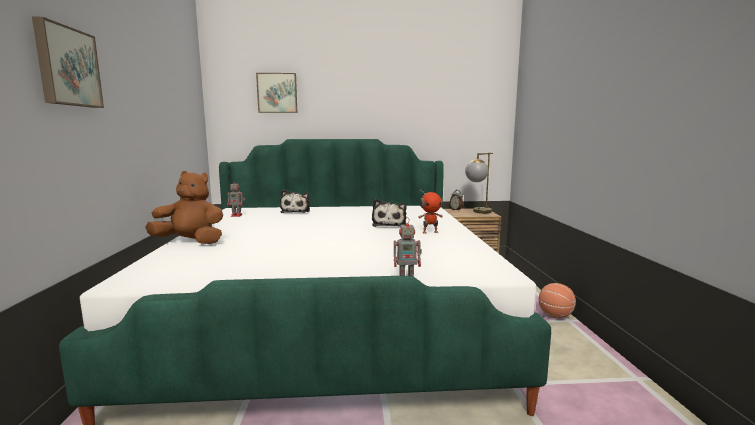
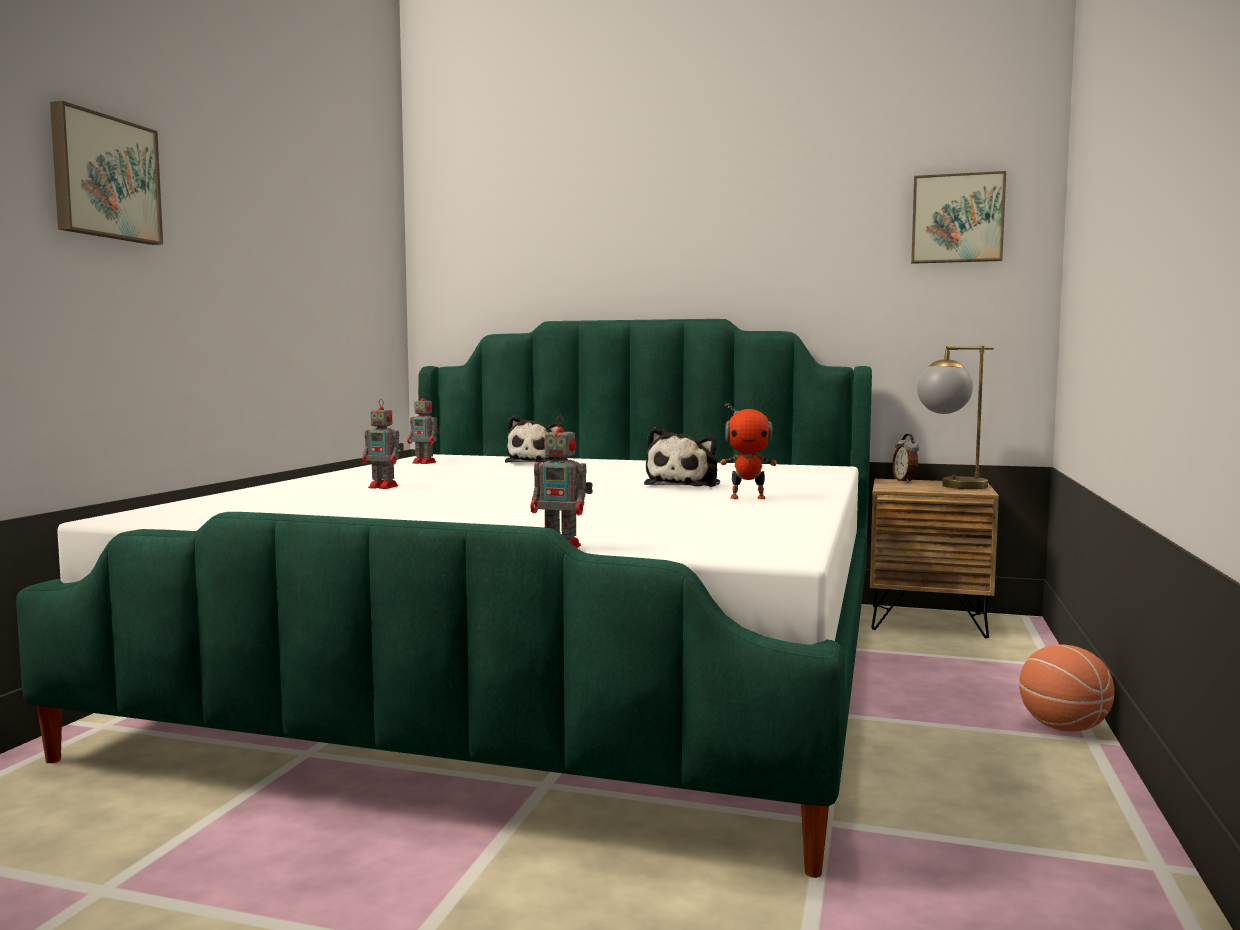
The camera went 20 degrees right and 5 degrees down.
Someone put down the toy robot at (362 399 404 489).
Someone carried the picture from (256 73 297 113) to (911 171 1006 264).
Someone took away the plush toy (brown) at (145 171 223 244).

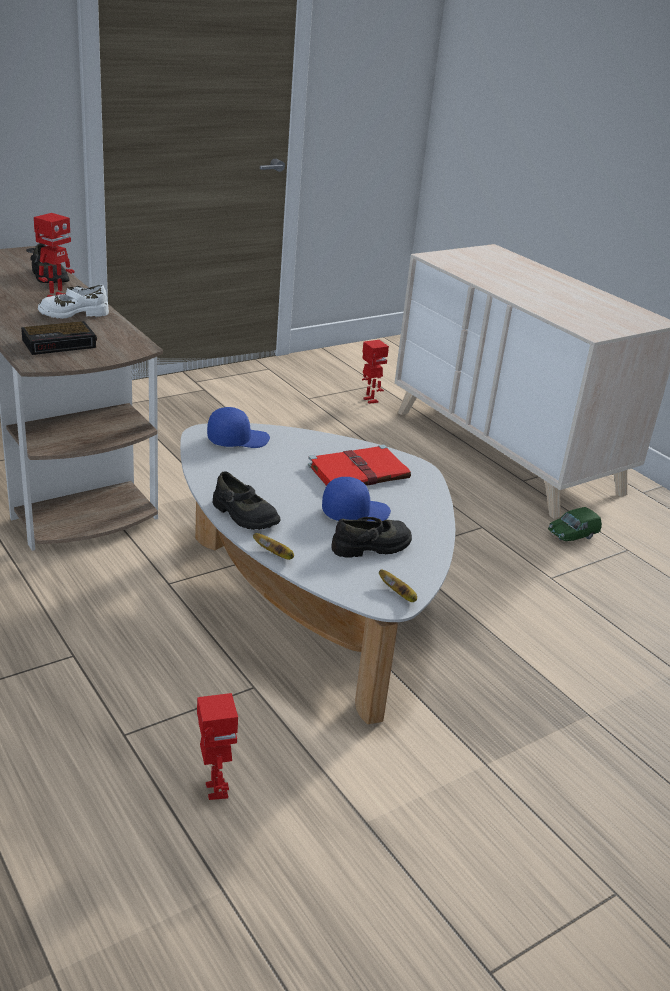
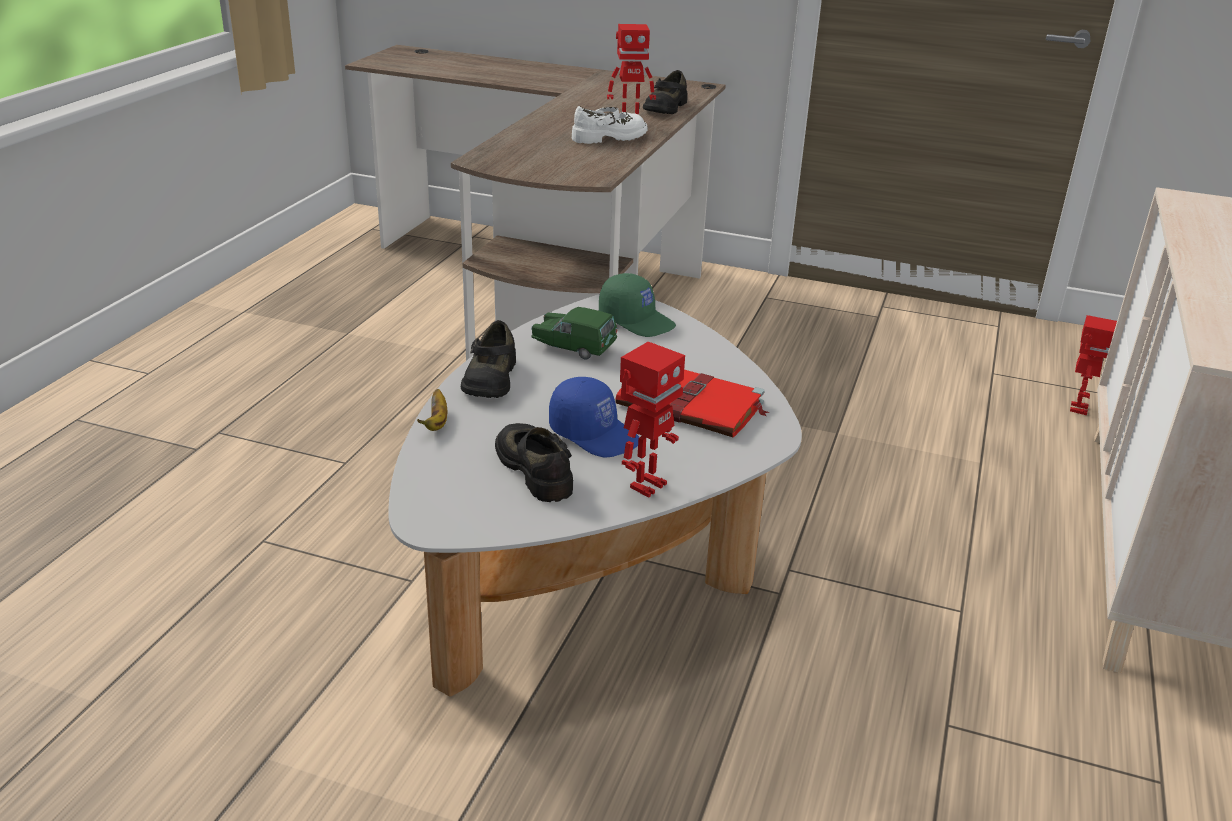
The camera went 55 degrees right and 0 degrees up.
Someone rotated the shoe (black) at (331 517 412 558) by 150 degrees counterclockwise.
Someone carried the toy car (green) from (548 507 602 541) to (531 307 617 360).
Someone rotated the shoe (white) at (38 285 109 319) by 120 degrees clockwise.
Someone repainted the cap (blue) at (207 407 270 448), which became the cap (green) at (599 273 676 337).
Someone carried the toy robot from (197 693 238 800) to (620 342 685 498).
Someone took away the alarm clock at (21 321 97 355).
Someone took away the banana at (379 570 417 602).

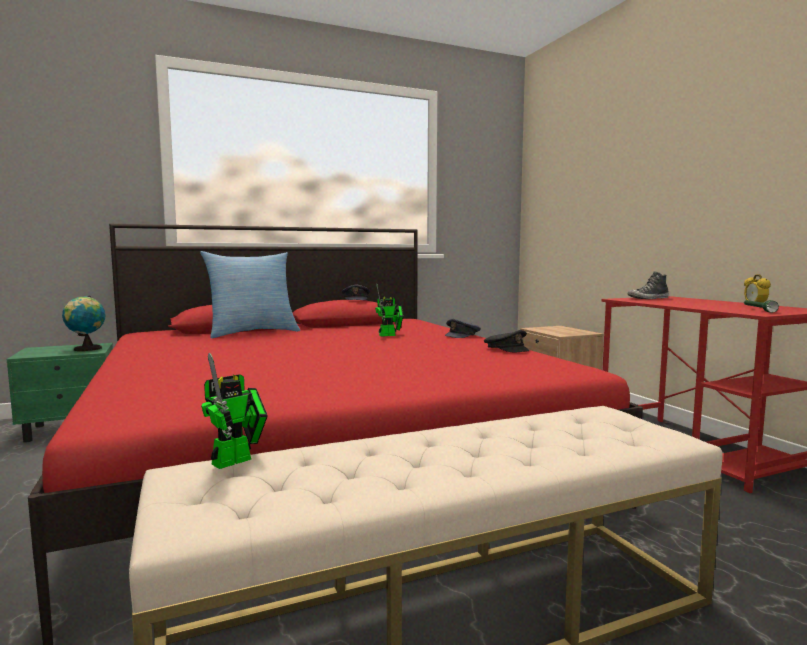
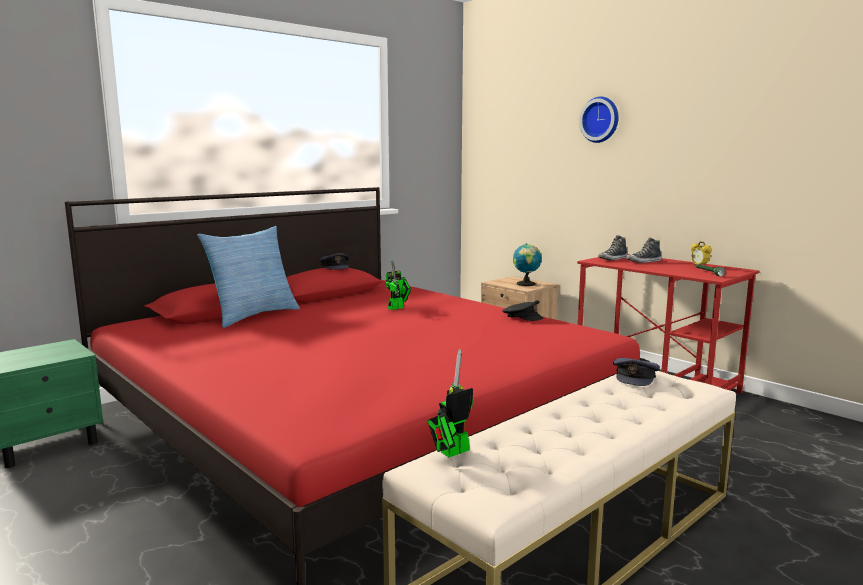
The camera went 20 degrees left and 5 degrees up.
Someone rotated the toy robot at (201 353 268 469) by 150 degrees counterclockwise.
Someone carried the globe from (62 296 106 351) to (513 243 542 286).
Someone put up the wall clock at (579 97 619 143).
Someone carried the cap (grey) from (445 319 481 338) to (613 358 660 386).
Someone put down the shoe at (626 237 662 263).

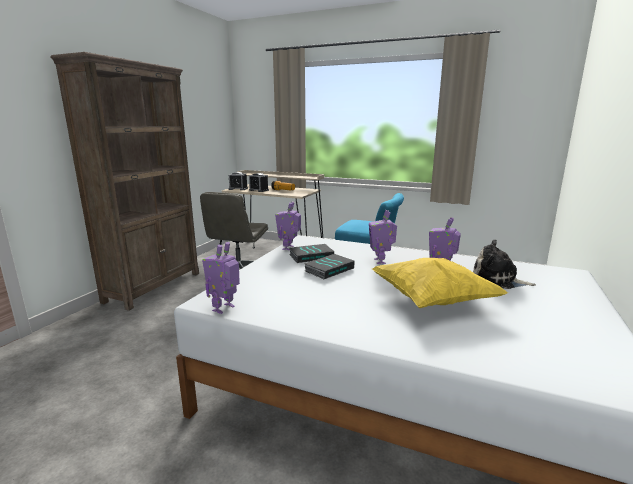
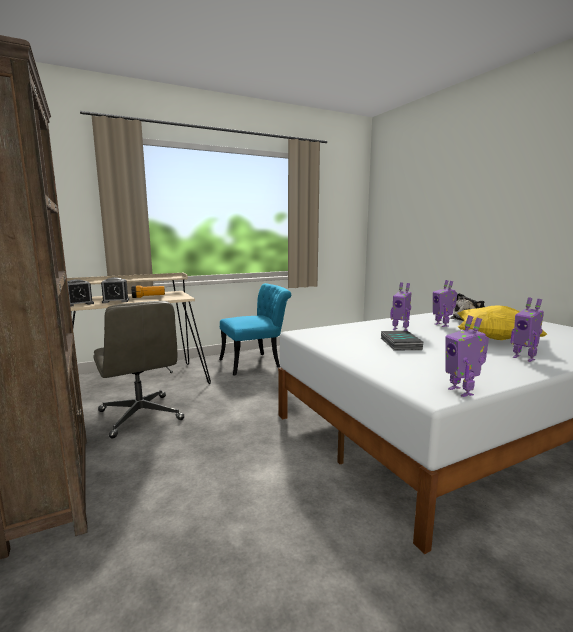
The camera went 50 degrees left and 5 degrees down.
Someone carried the toy robot from (275 202 301 250) to (511 297 544 362).
Someone took away the book at (289 244 334 263).

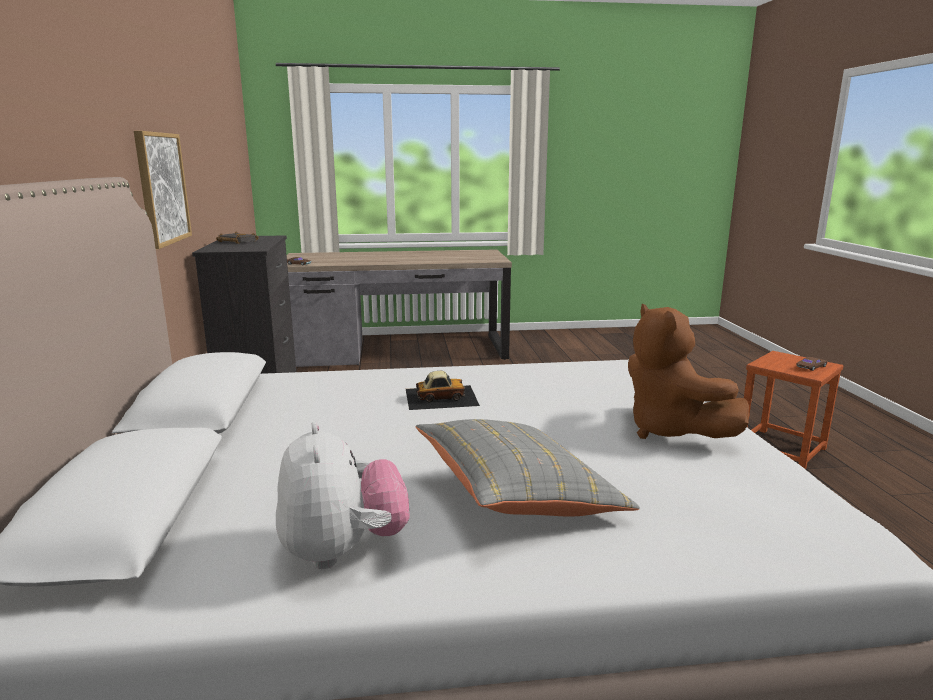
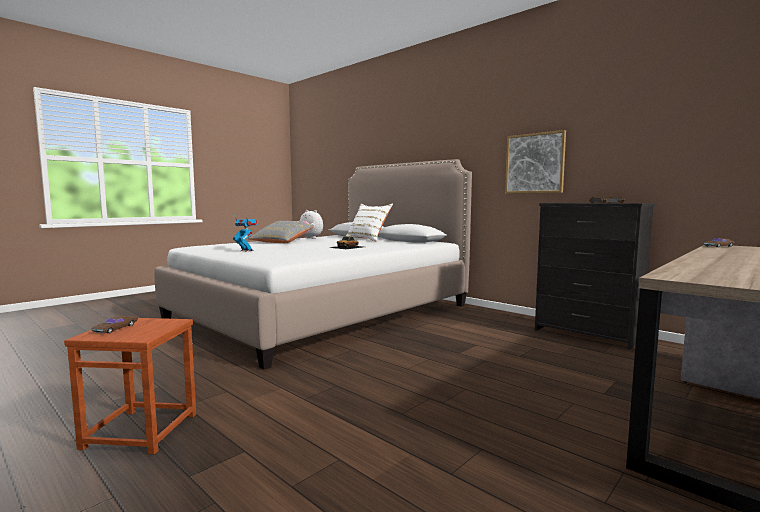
The camera went 140 degrees right and 10 degrees down.
Someone swapped the plush toy (brown) at (628 304 749 439) for the toy robot at (233 213 258 252).
Someone put down the pillow (white) at (346 204 393 241).

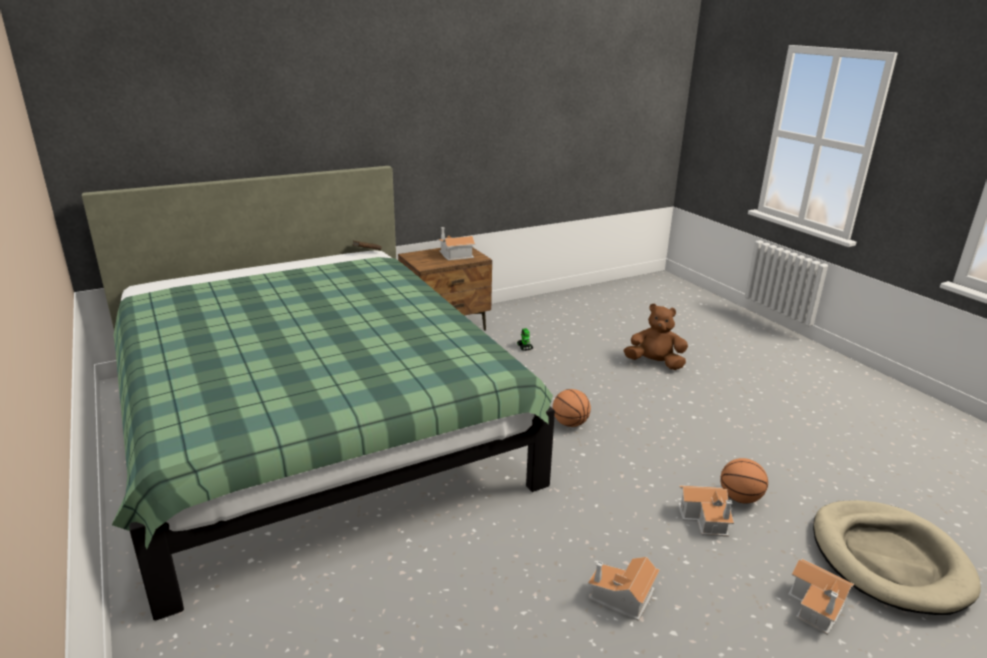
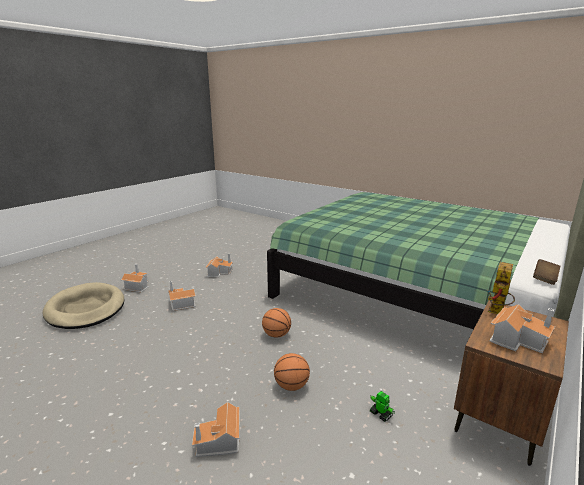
The camera went 155 degrees right and 5 degrees down.
Someone swapped the plush toy (brown) at (624 304 688 370) for the toy house at (192 402 240 457).
Someone carried the basketball from (720 458 768 503) to (274 353 310 391).
Someone put down the toy robot at (488 262 515 314).

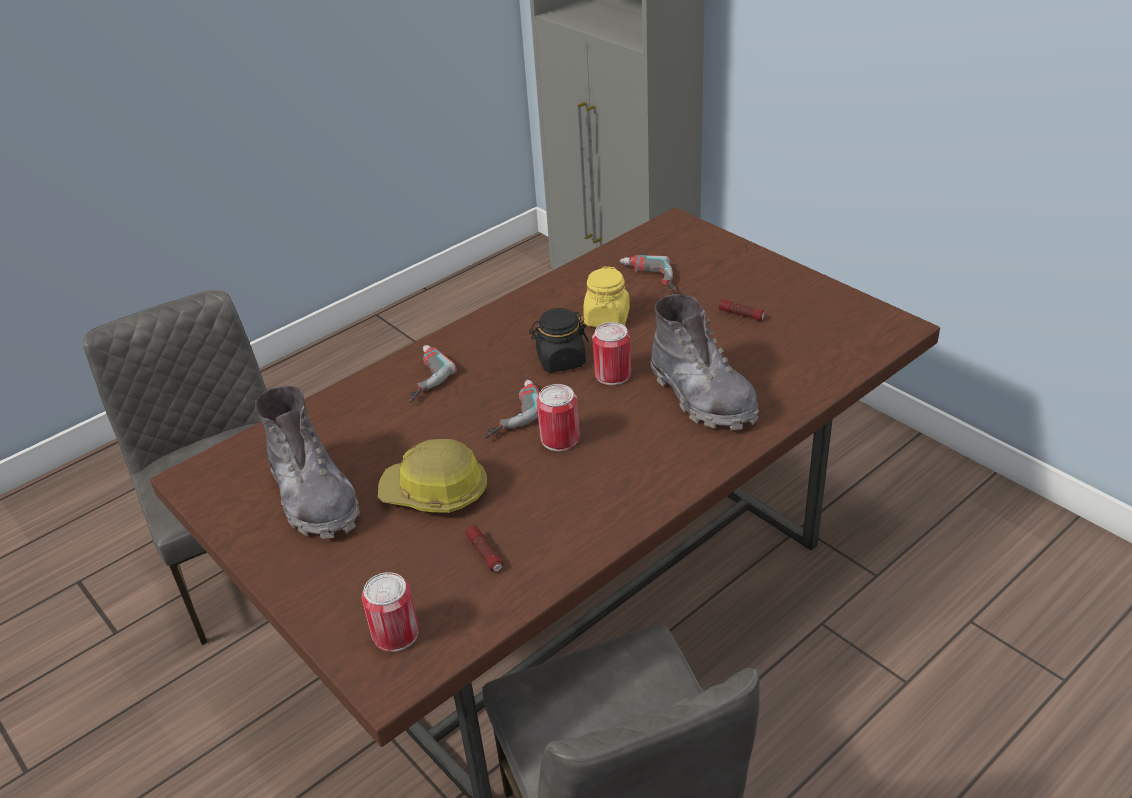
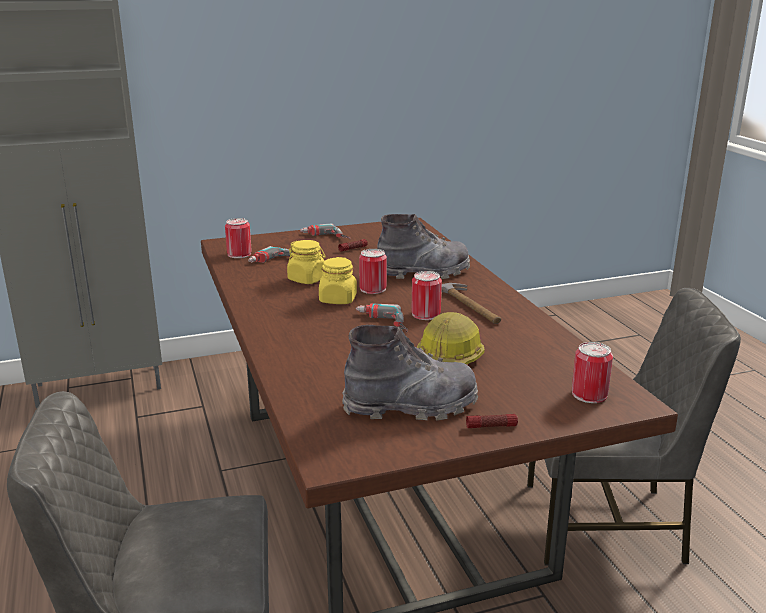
The camera went 70 degrees left and 15 degrees down.
Someone put down the can at (225 218 252 258).
Someone carried the power drill from (409 345 457 403) to (300 224 351 239).
Someone repainted the jar (black) at (529 308 589 372), which became the jar (yellow) at (319 257 357 304).
Someone put down the hammer at (441 283 501 324).
Someone carried the flashlight from (466 526 503 572) to (466 414 518 428).

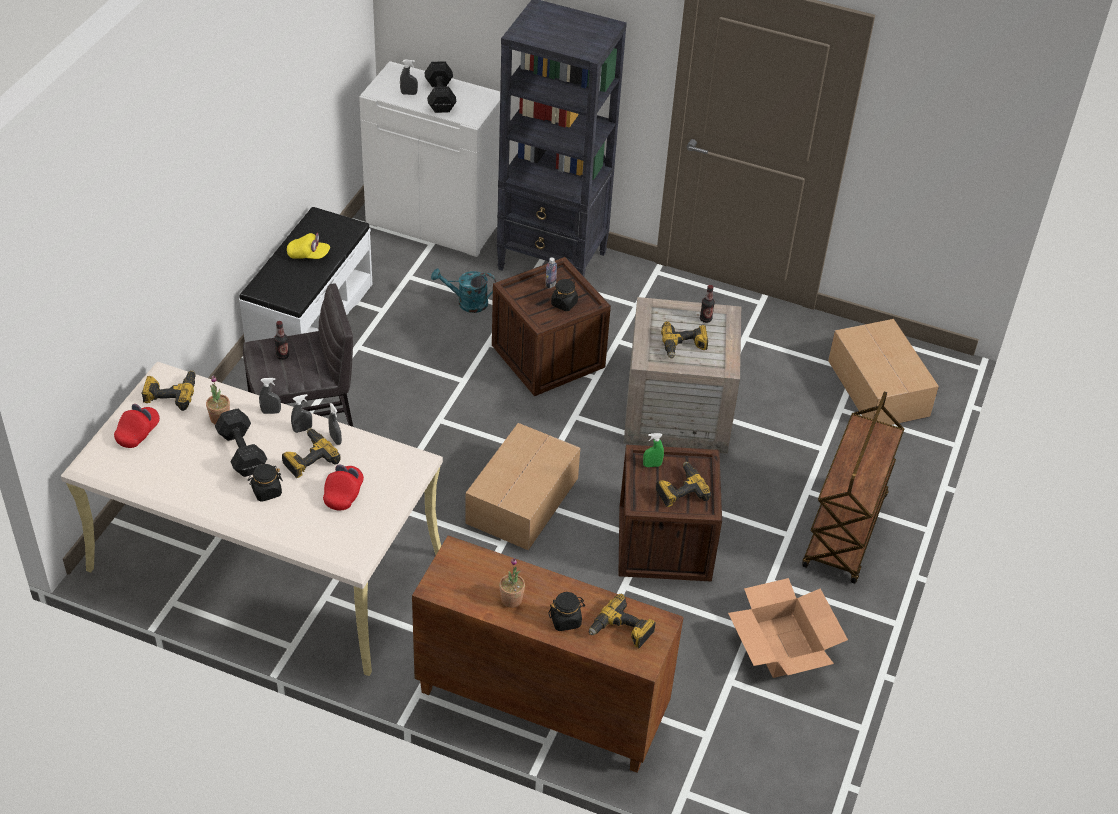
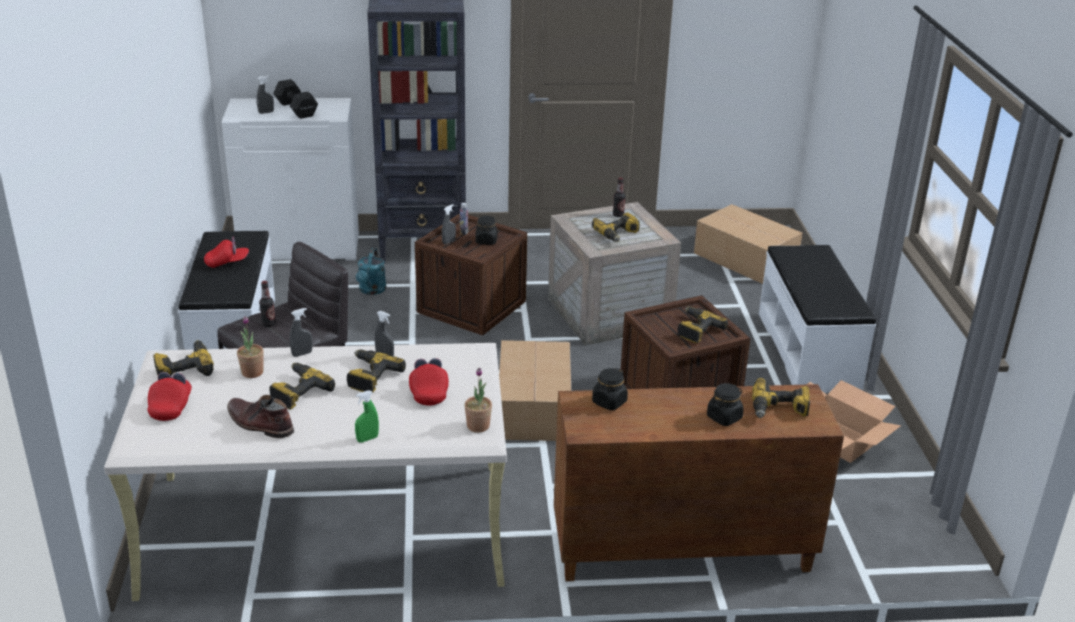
The camera went 25 degrees left and 15 degrees down.
Someone repainted the cap (yellow) at (287 233 330 259), which became the cap (red) at (204 236 249 268).
Someone put down the boot (brown) at (227 395 294 438).
Someone swapped the dumbbell (black) at (215 409 267 477) for the power drill at (270 363 335 410).
Someone carried the spray bottle (green) from (643 433 664 467) to (355 390 379 443).
Someone rotated the watering can (turquoise) at (431 268 496 313) by 60 degrees counterclockwise.
Someone carried the spray bottle (grey) from (291 394 312 433) to (442 204 456 244).
Someone carried the potted plant from (499 558 525 608) to (464 368 492 433).
Someone carried the jar (black) from (248 464 283 502) to (592 368 628 410).
Someone swapped the cart (brown) at (802 392 904 584) for the bench (white) at (759 245 876 393).

